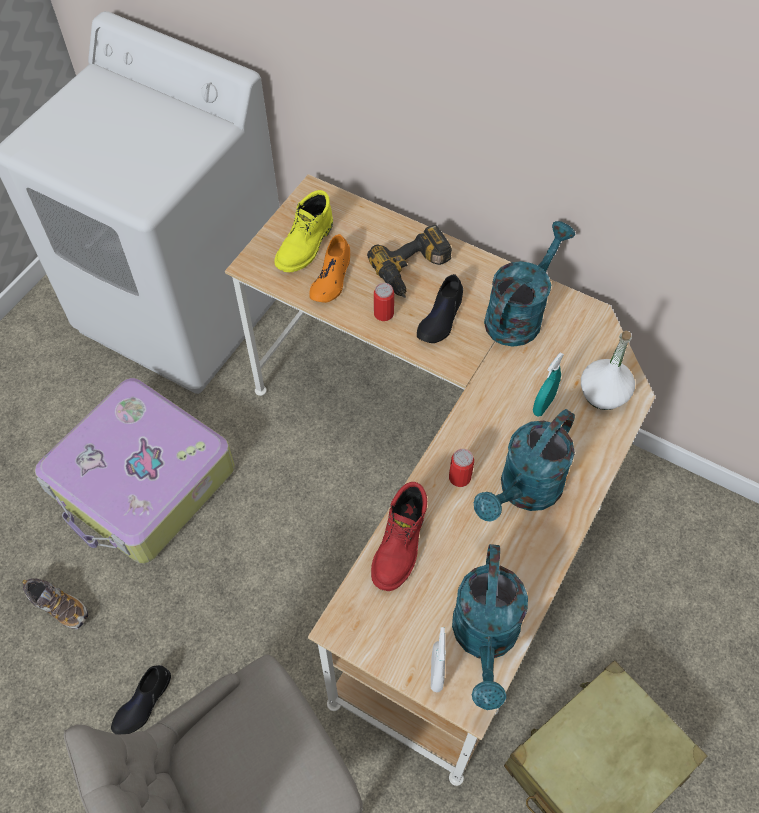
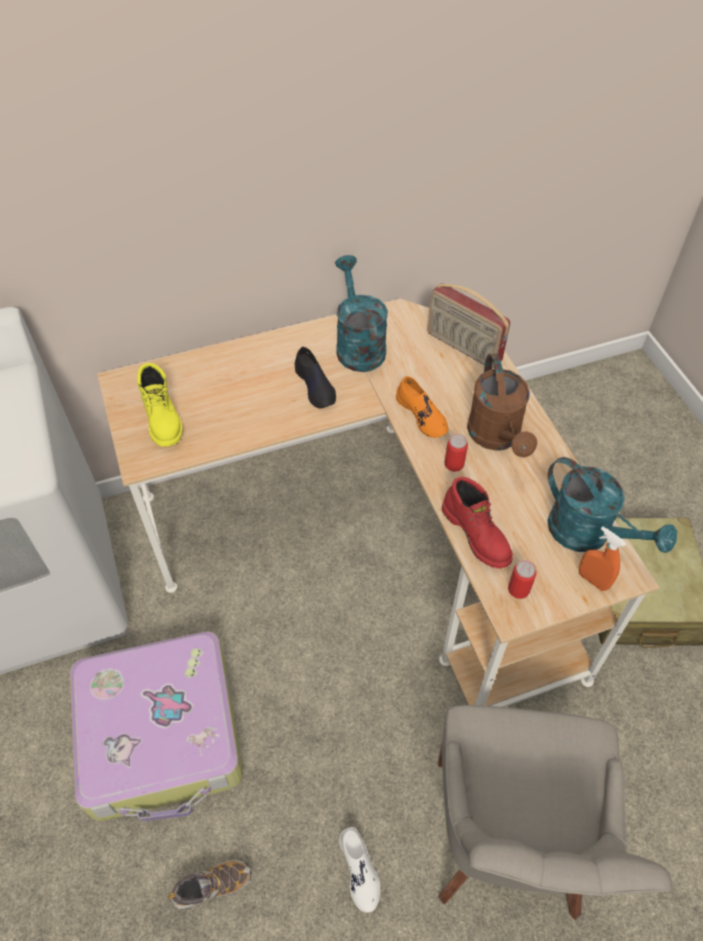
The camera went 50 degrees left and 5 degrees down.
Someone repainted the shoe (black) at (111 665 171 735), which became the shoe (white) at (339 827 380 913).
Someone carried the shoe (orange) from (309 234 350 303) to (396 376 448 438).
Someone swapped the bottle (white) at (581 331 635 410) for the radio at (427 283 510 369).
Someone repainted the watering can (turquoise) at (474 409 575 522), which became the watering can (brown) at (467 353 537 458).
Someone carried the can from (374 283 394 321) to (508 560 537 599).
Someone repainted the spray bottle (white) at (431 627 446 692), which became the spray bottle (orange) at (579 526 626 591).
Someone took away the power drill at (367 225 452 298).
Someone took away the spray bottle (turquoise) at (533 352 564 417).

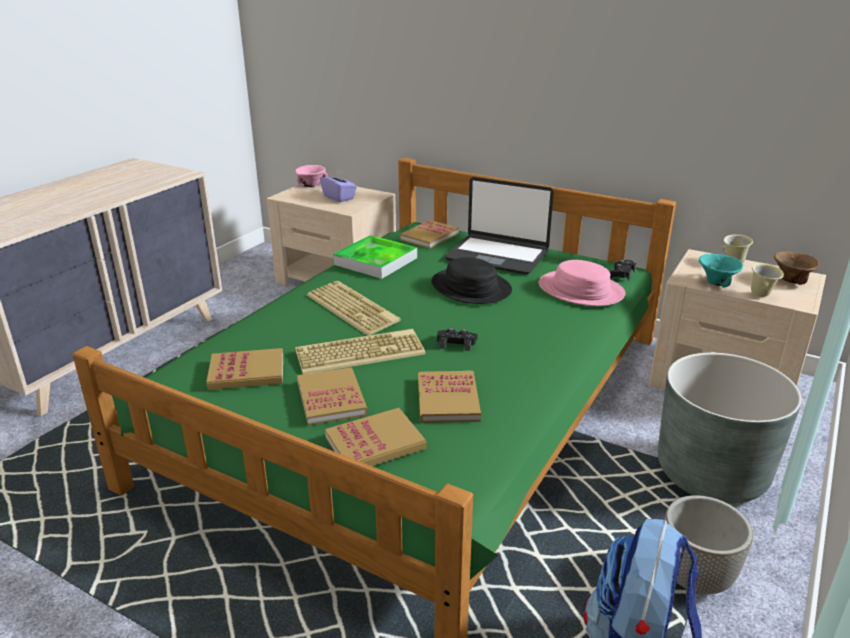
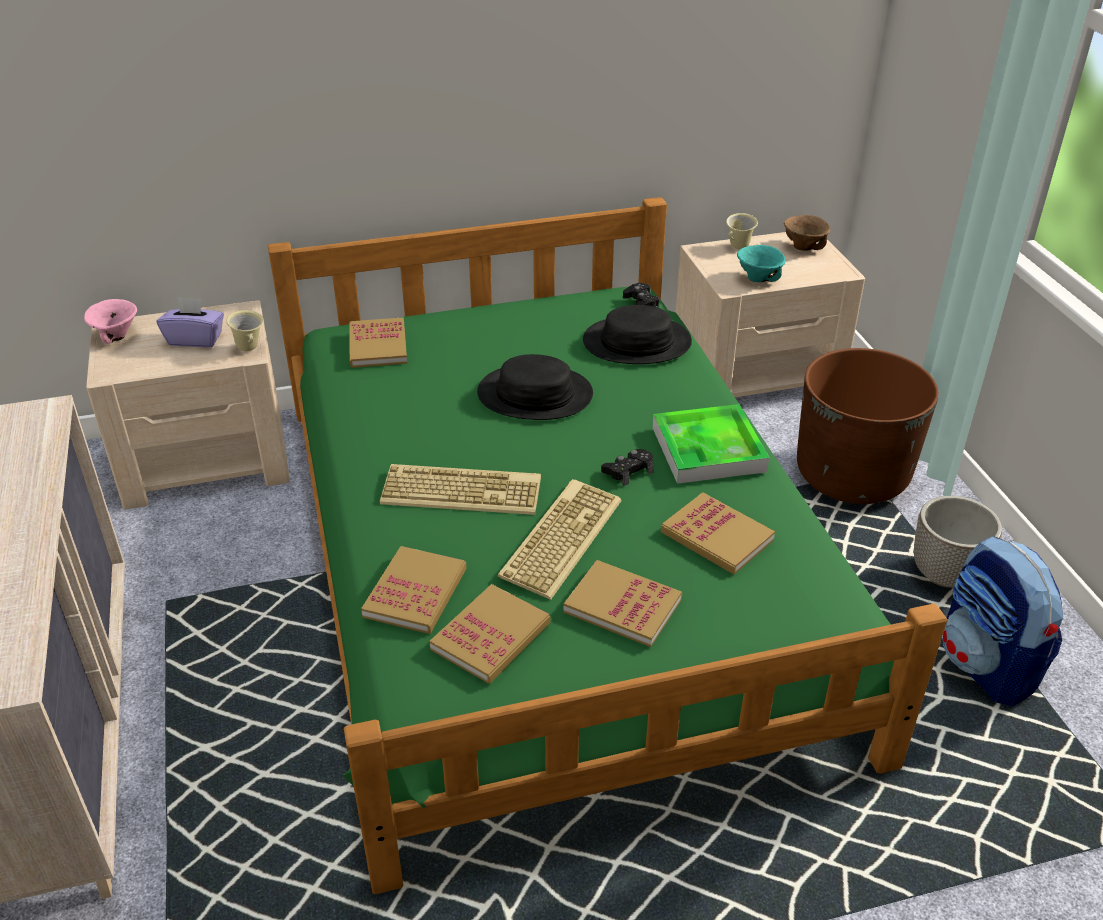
The camera went 45 degrees left and 10 degrees up.
Someone carried the mug (beige) from (751 263 784 297) to (227 310 264 352).
Someone carried the book from (325 408 427 466) to (361 546 467 634).
Someone repainted the hat (pink) at (539 260 626 306), which became the hat (black) at (583 305 692 364).
Someone carried the tray from (333 235 417 279) to (653 404 769 484).
Someone repainted the planter (grey) at (658 353 802 504), which became the planter (brown) at (797 348 939 504).
Someone took away the laptop at (445 177 554 274).

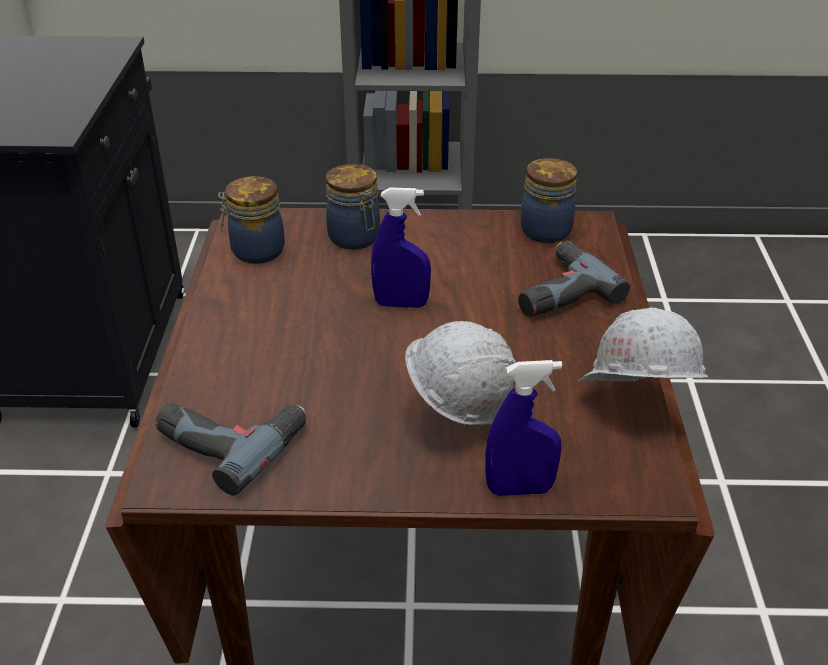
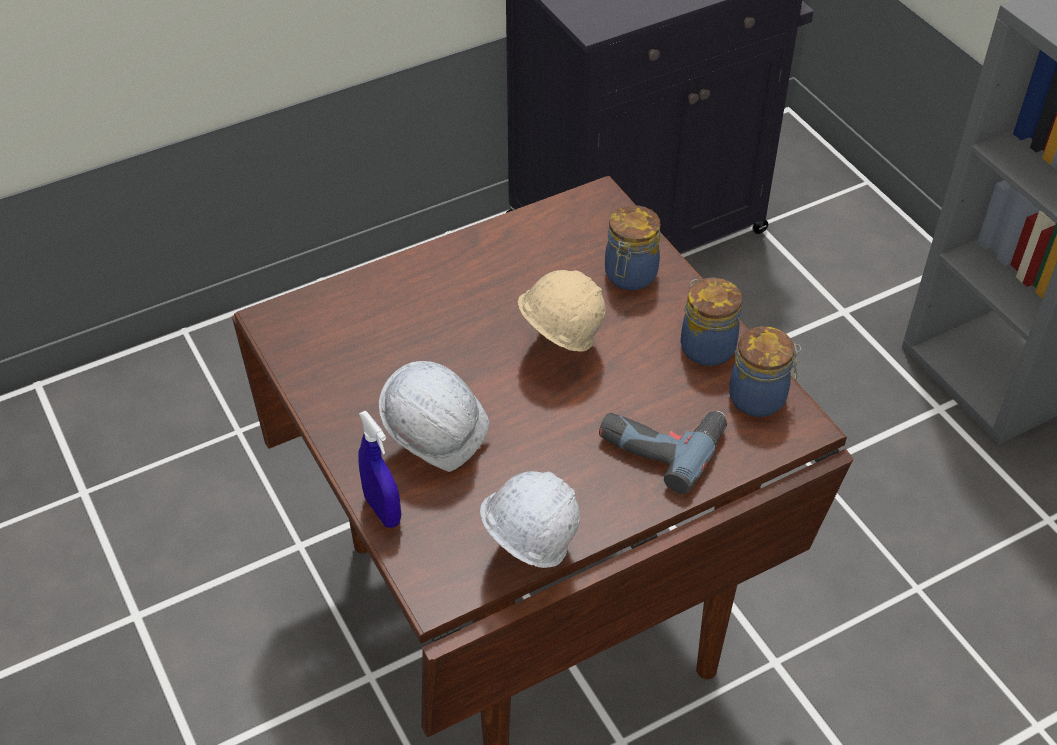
The camera went 60 degrees right and 10 degrees up.
Someone swapped the spray bottle (blue) at (371 188 431 308) for the hard hat (beige) at (518 270 605 352).
Someone carried the jar from (218 176 285 264) to (681 278 742 366).
Someone took away the power drill at (155 403 306 496).

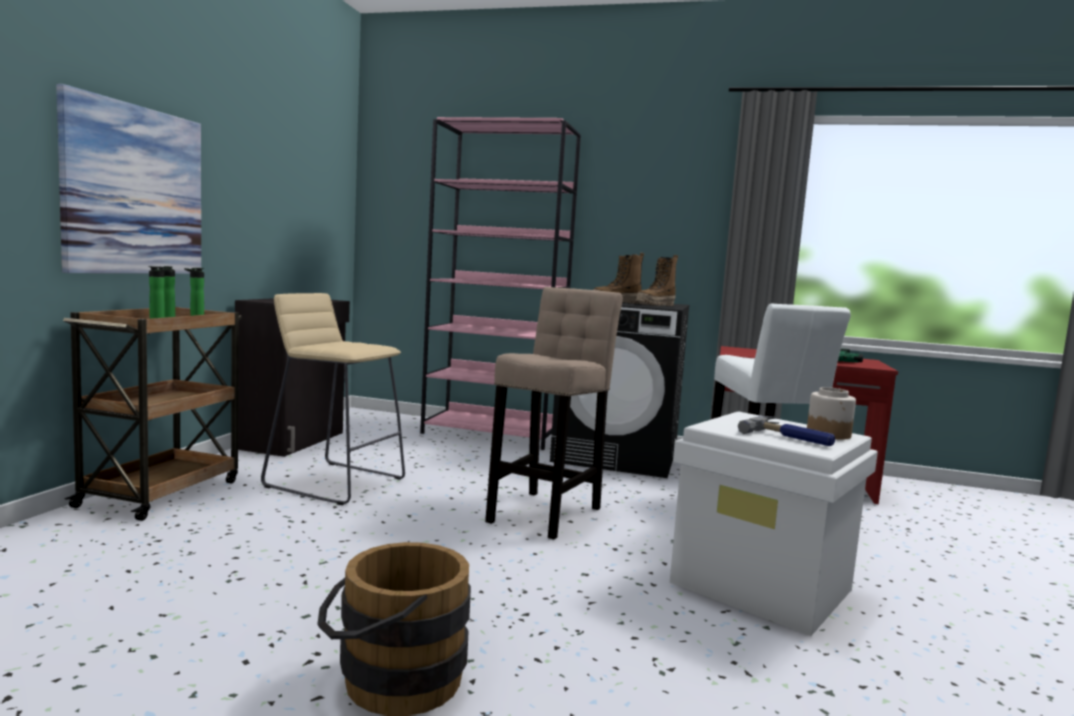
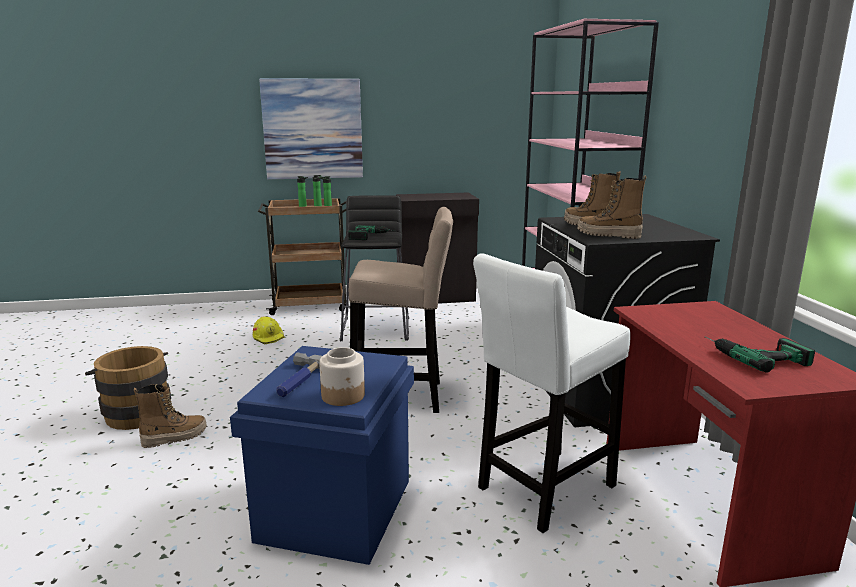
The camera went 65 degrees right and 10 degrees up.
Someone put down the boot at (134 384 207 448).
Someone repainted the storage box (white) at (670 411 878 636), which became the storage box (blue) at (230 346 414 565).
Someone put down the hard hat (yellow) at (253 317 285 344).
Someone repainted the stool (beige) at (261 293 405 505), which became the stool (black) at (340 195 409 341).
Someone put down the power drill at (348 226 396 240).

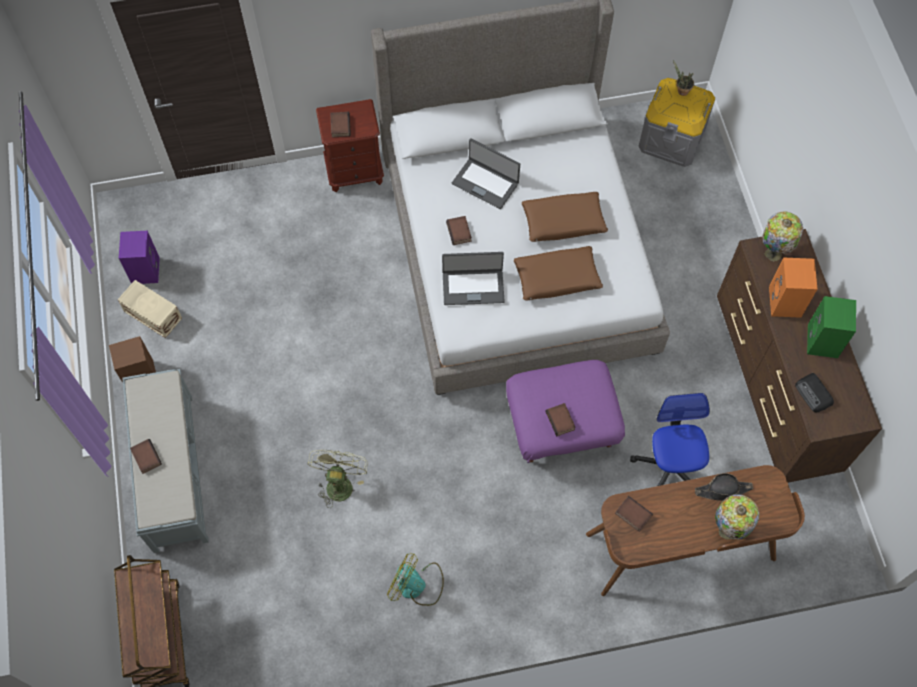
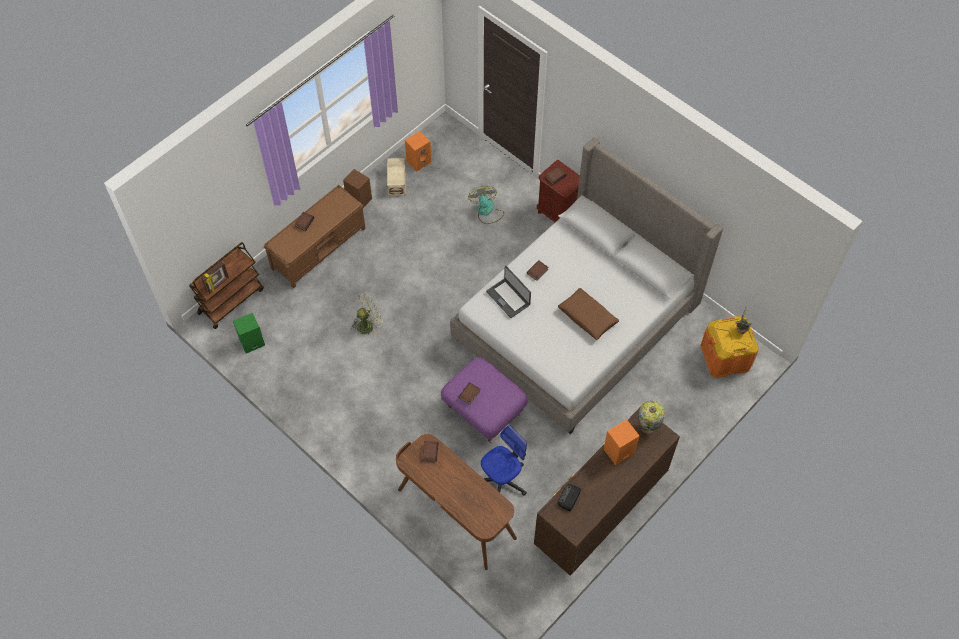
The camera went 55 degrees right and 5 degrees down.
Someone put down the picture frame at (201 261 229 294).
Someone carried the speaker (green) from (807 296 856 358) to (233 313 265 353).
Someone repainted the bench (grey) at (122 369 209 553), which became the bench (brown) at (264 185 366 289).
Someone repainted the speaker (purple) at (119 231 160 284), which became the speaker (orange) at (405 131 432 172).
Someone carried the fan from (387 553 444 606) to (468 186 504 224).
Someone repainted the storage box (grey) at (638 78 715 167), which became the storage box (orange) at (700 316 759 378).
Someone took away the laptop at (452 138 520 209).
Someone took away the pillow (brown) at (514 246 603 301).
Someone took away the hat (black) at (695 473 753 501).
Someone took away the table lamp at (715 494 759 540).

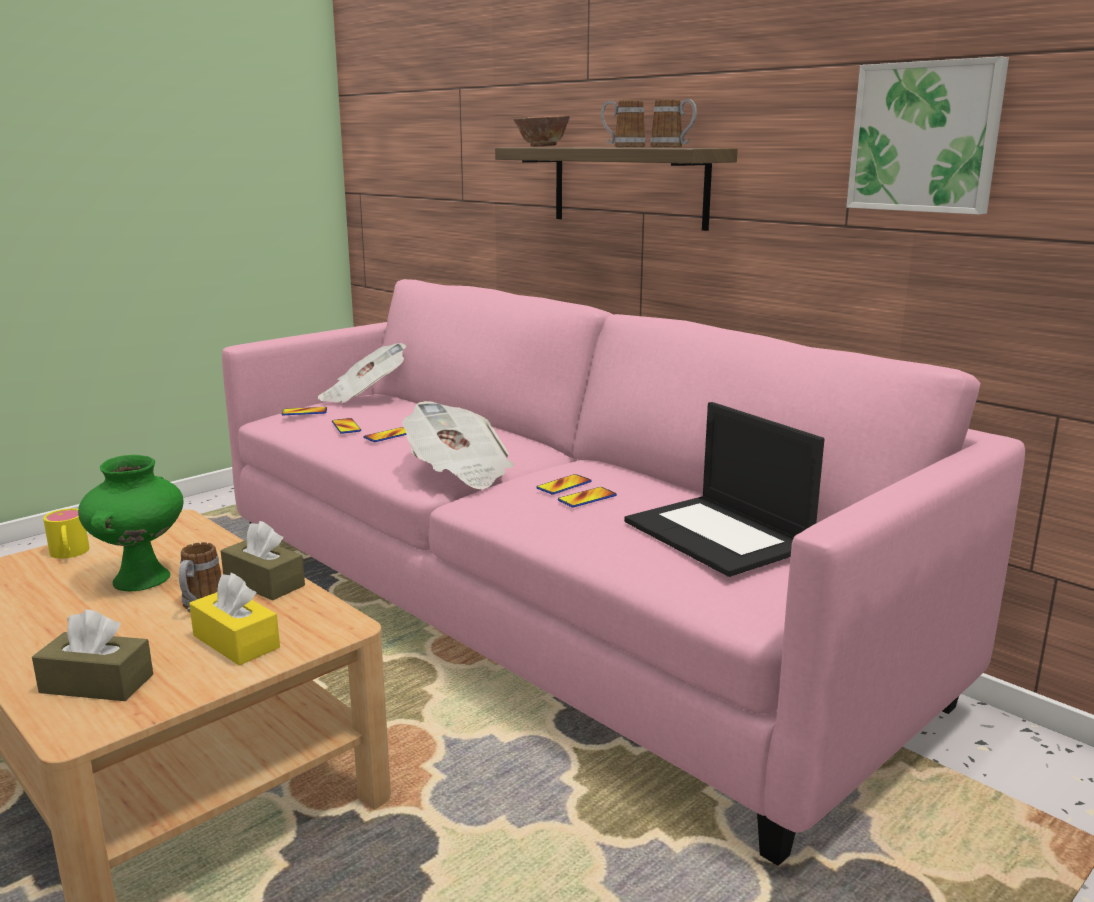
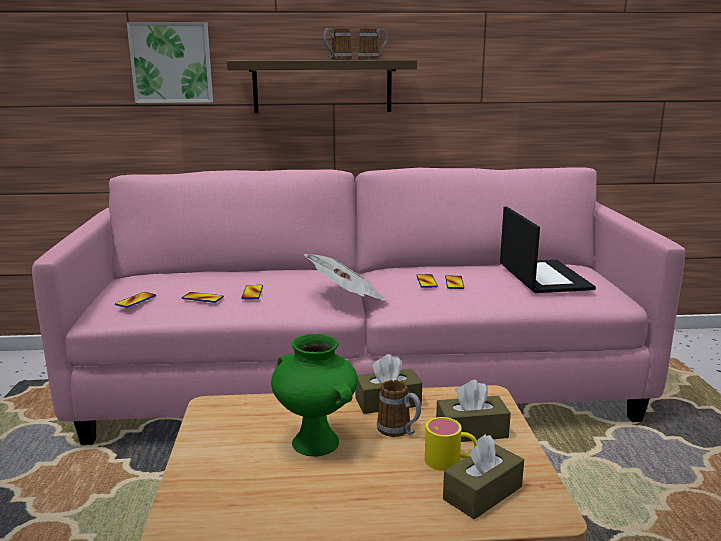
The camera went 50 degrees left and 0 degrees up.
Someone carried the picture from (846 57 1009 215) to (127 22 213 103).
Someone carried the mug (yellow) from (43 509 89 559) to (425 417 477 471).
Someone repainted the tissue box (yellow) at (189 573 280 665), which became the tissue box (brown) at (436 380 511 442).
Someone rotated the laptop at (624 402 824 577) by 105 degrees counterclockwise.
Someone took away the newspaper at (318 343 407 403).
Someone took away the bowl at (513 116 570 147).

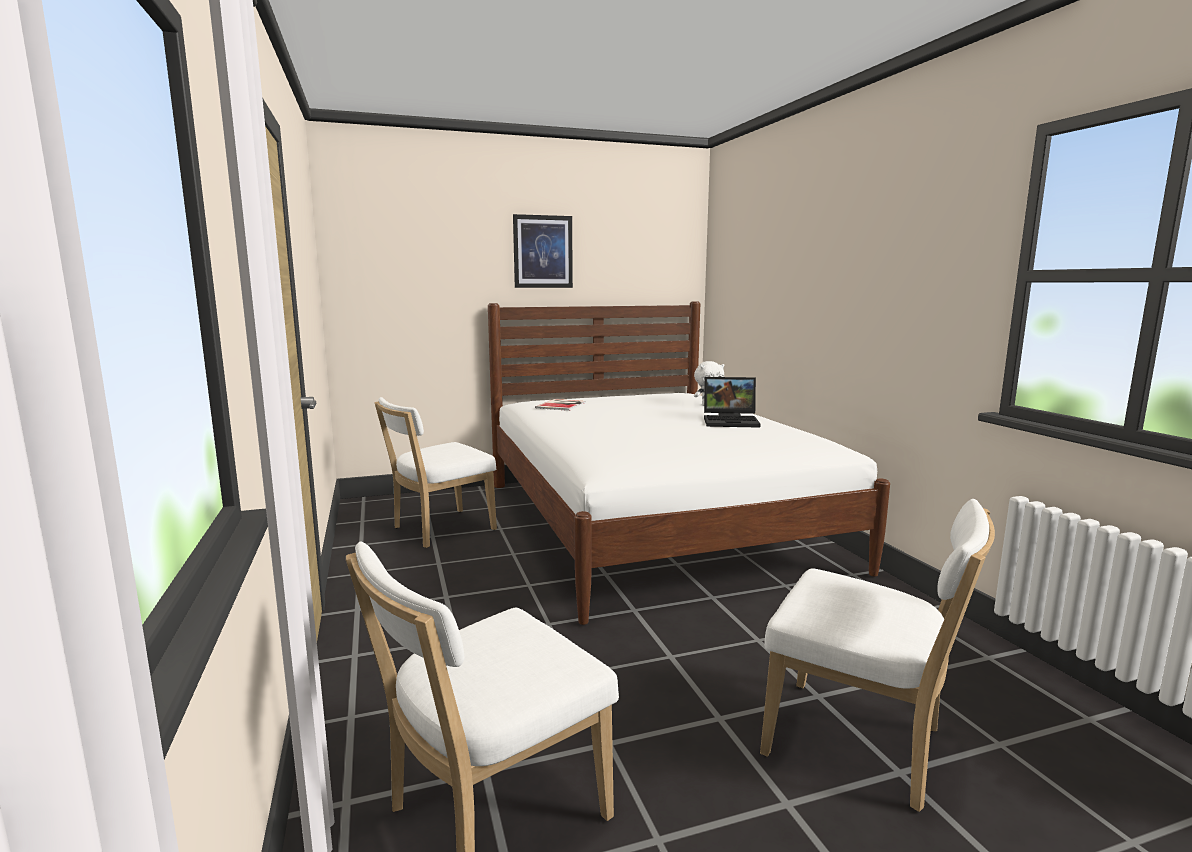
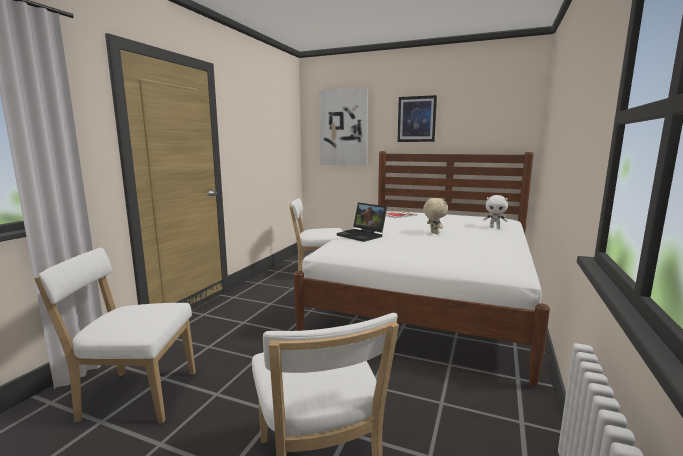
The camera went 40 degrees right and 0 degrees up.
Someone put up the picture at (319 87 368 166).
Someone carried the laptop from (704 377 761 428) to (337 202 387 242).
Someone put down the plush toy (beige) at (423 198 448 234).

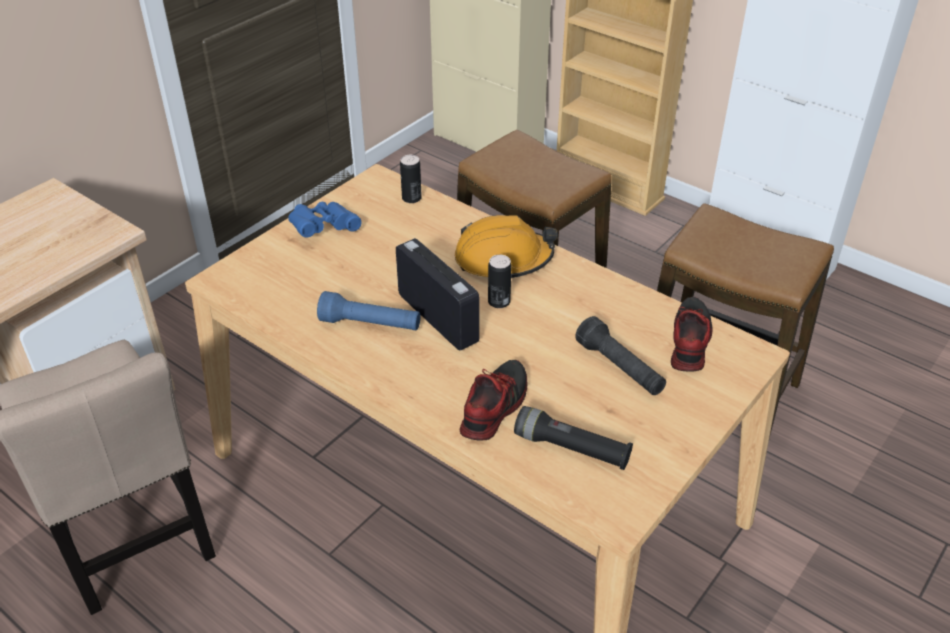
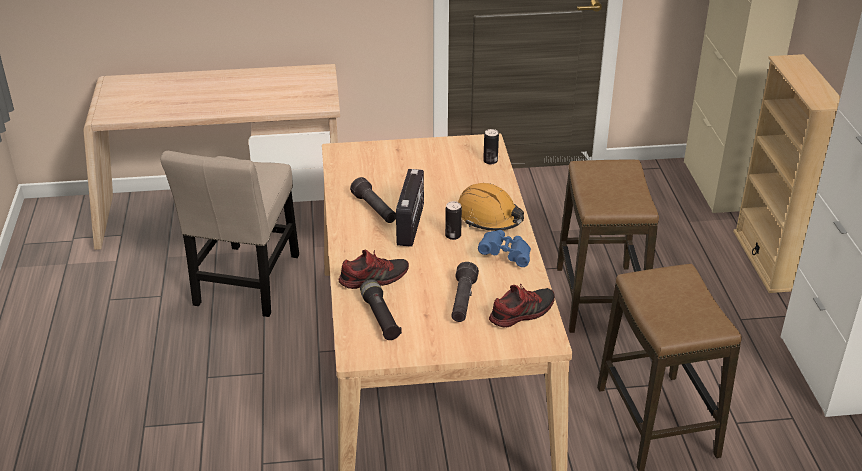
The camera went 45 degrees right and 5 degrees down.
Someone repainted the flashlight (blue) at (317 291 421 330), which became the flashlight (black) at (350 177 396 223).
Someone carried the binoculars (blue) from (288 202 362 238) to (478 230 531 267).

